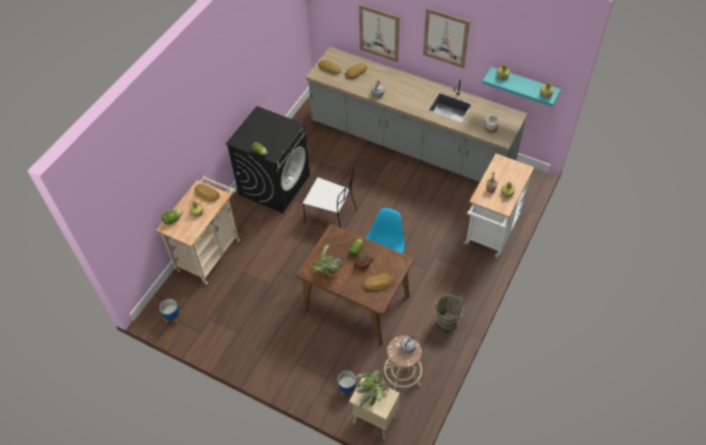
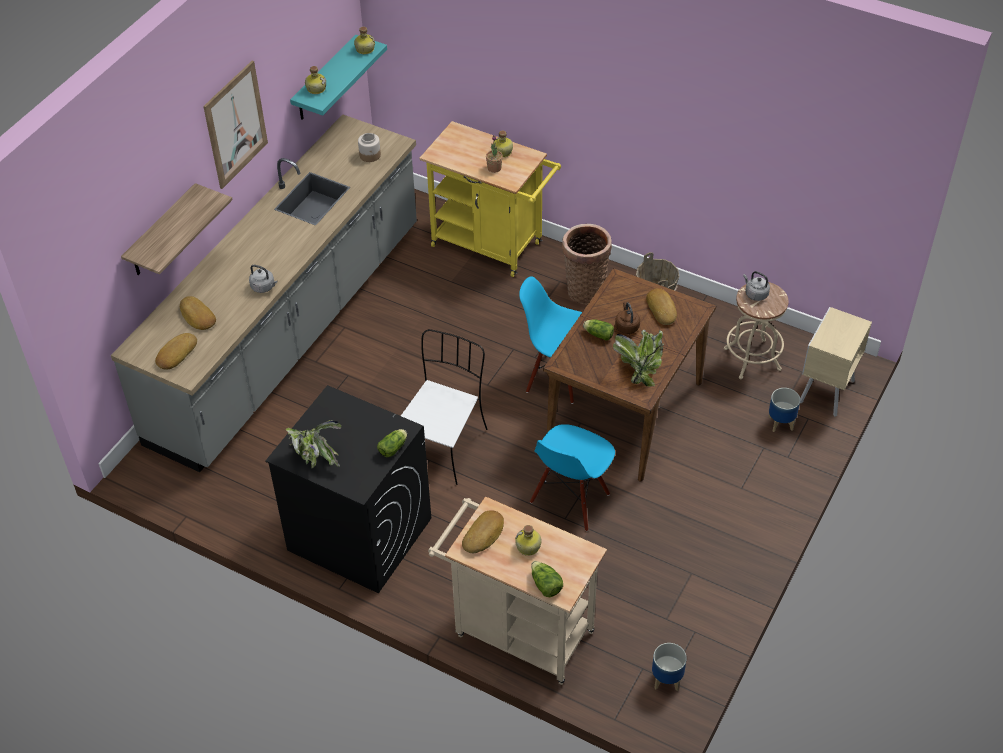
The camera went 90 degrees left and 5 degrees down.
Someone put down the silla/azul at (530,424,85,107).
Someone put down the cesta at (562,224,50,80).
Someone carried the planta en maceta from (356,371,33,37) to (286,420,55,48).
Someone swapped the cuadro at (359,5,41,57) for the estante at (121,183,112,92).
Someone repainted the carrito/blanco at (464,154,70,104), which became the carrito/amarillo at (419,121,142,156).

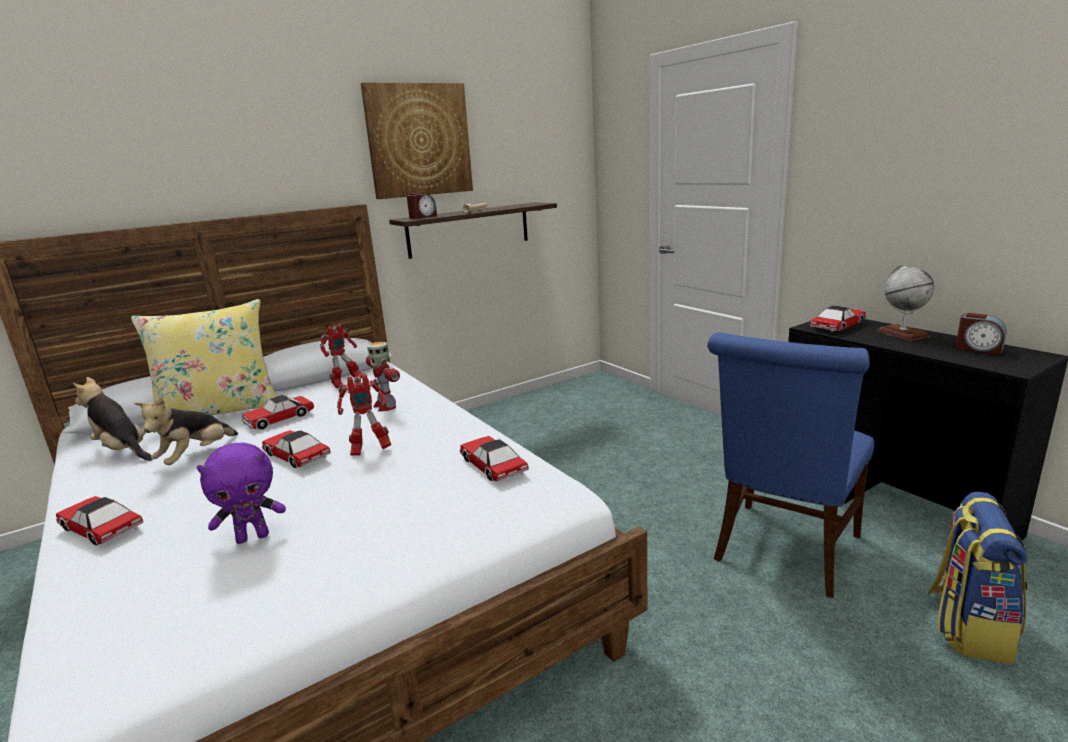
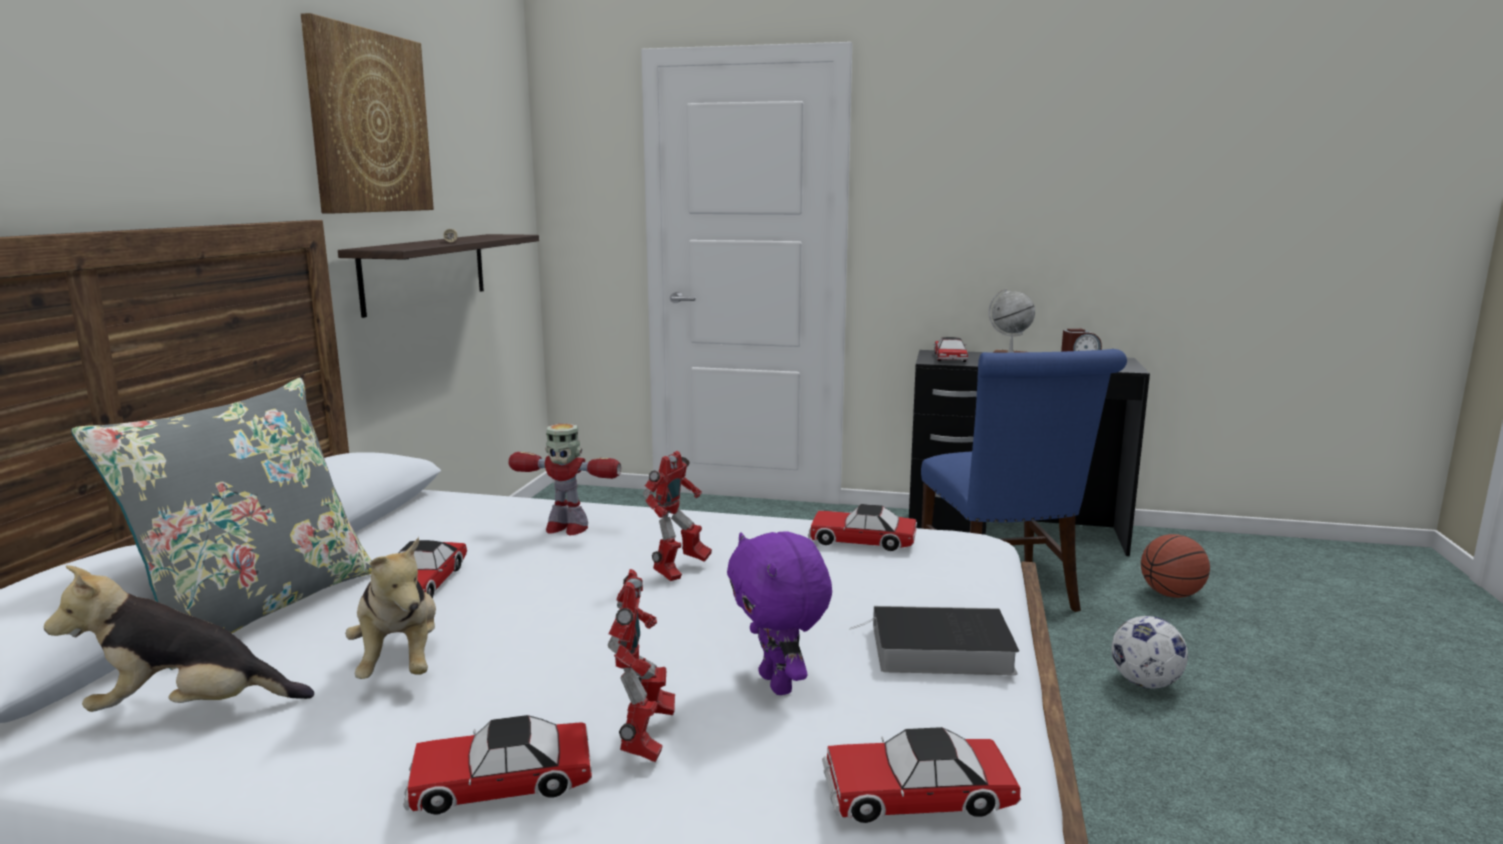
The camera went 45 degrees left and 5 degrees down.
Someone took away the despertador at (407,193,30,26).
Someone put down the libro at (849,606,170,69).
Someone put down the balón de fútbol at (1111,616,77,72).
Someone carried the coche de juguete from (262,430,69,38) to (822,727,199,96).
Someone carried the robot de juguete from (320,324,44,64) to (608,569,67,193).
Someone swapped the mochila at (927,492,101,172) for the balón de baloncesto at (1141,534,69,64).
Someone repainted the cojín/amarillo at (131,299,145,116), which became the cojín/gris at (71,378,301,292).
Someone rotated the peluche/morado at (197,442,89,102) by 135 degrees clockwise.

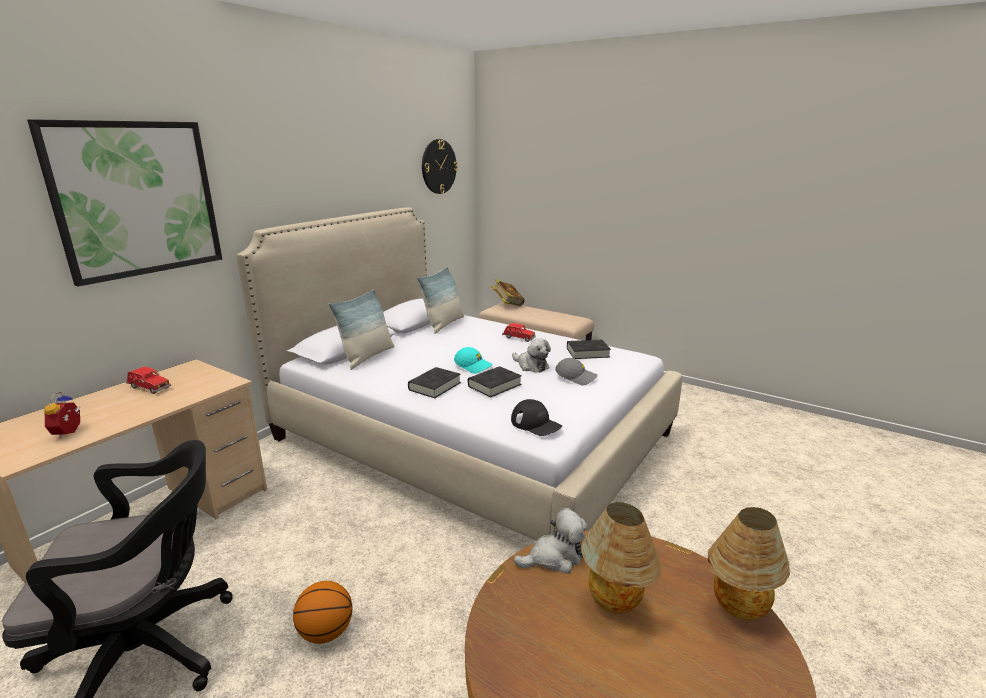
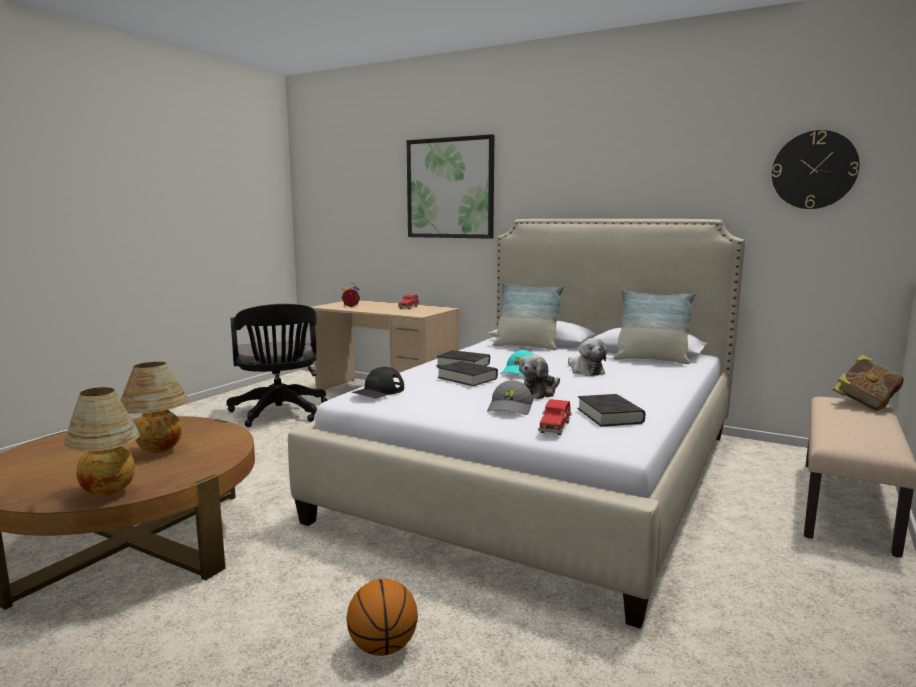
The camera went 85 degrees right and 10 degrees down.
Someone carried the balón de baloncesto from (293,581,59,63) to (347,579,71,77).
Someone carried the coche de juguete/rojo from (502,323,34,19) to (538,399,33,36).
Someone carried the peluche from (513,508,74,66) to (568,338,39,38).

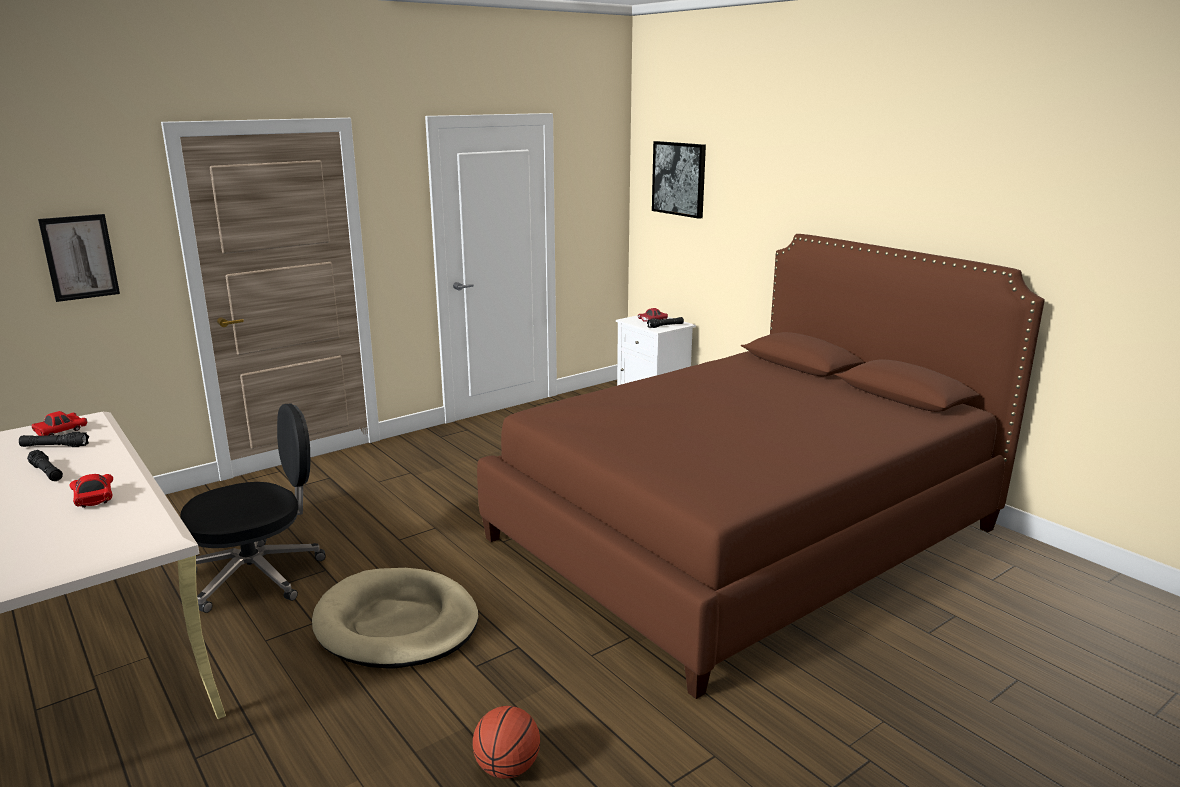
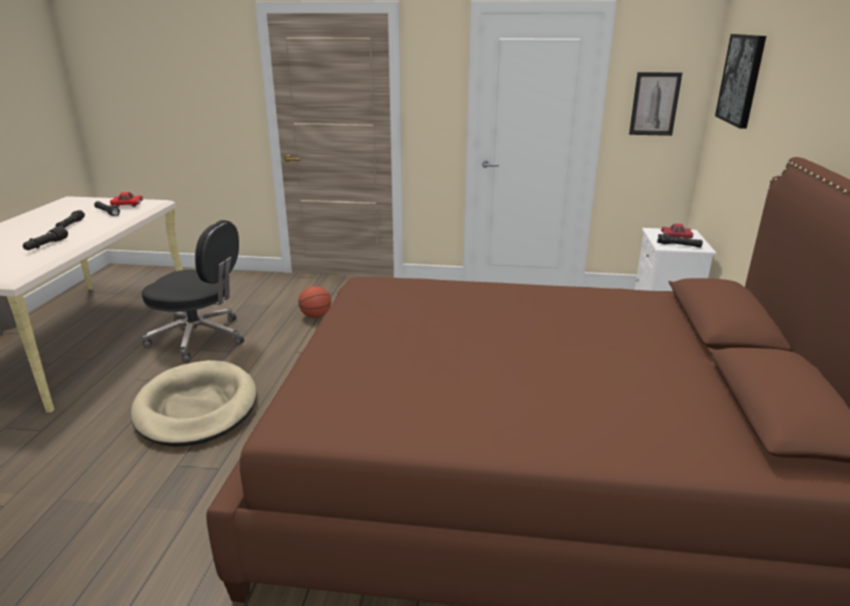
The camera went 45 degrees right and 5 degrees up.
Someone carried the cuadro from (38,214,82,88) to (629,72,53,64).
Someone carried the balón de baloncesto from (472,706,68,73) to (298,285,33,33).
Someone swapped the coche de juguete/rojo at (70,474,43,34) for the linterna/negro at (23,226,45,24).

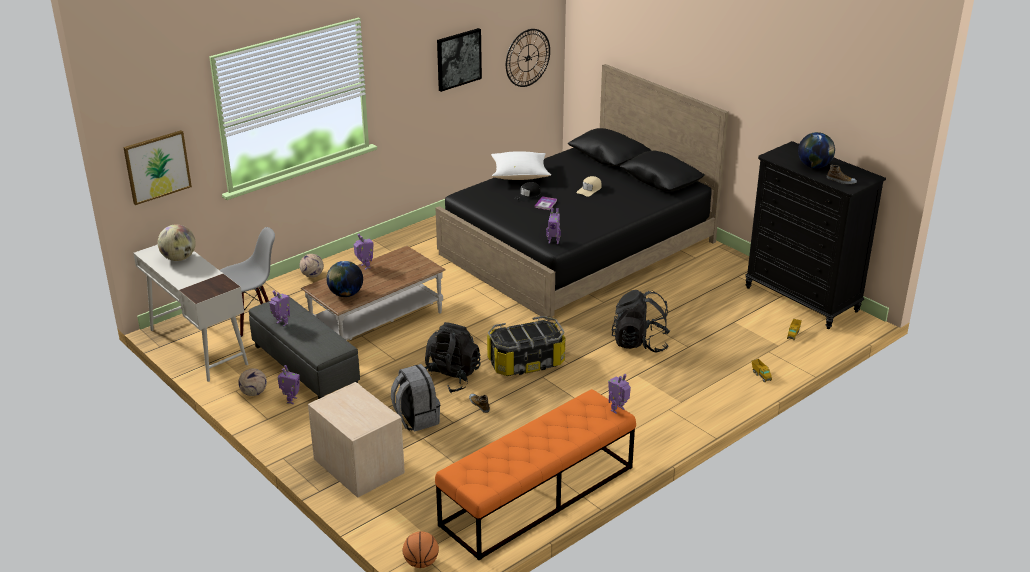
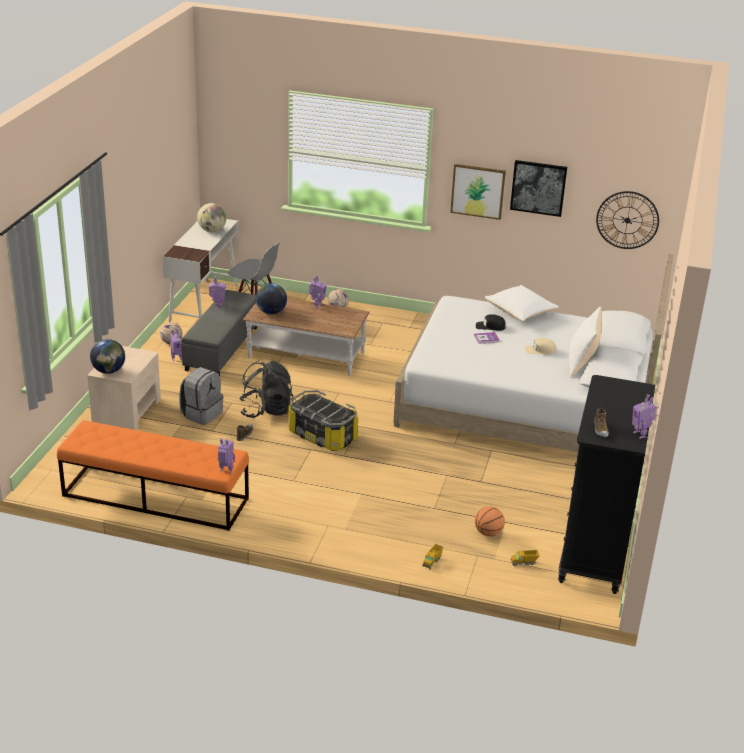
The camera went 55 degrees right and 0 degrees up.
Someone took away the mochila/negro at (612,290,58,62).
Someone put down the cojín/blanco at (569,307,32,71).
Someone carried the cuadro from (123,130,69,75) to (450,164,56,56).
Someone carried the balón de baloncesto from (402,531,37,37) to (475,506,30,30).
Someone carried the robot de juguete from (546,208,15,36) to (632,394,25,45).
Someone carried the globo terráqueo from (798,132,37,36) to (90,339,35,35).
Someone repainted the cama/negro at (436,64,293,257), which became the cama/blanco at (393,254,281,198).

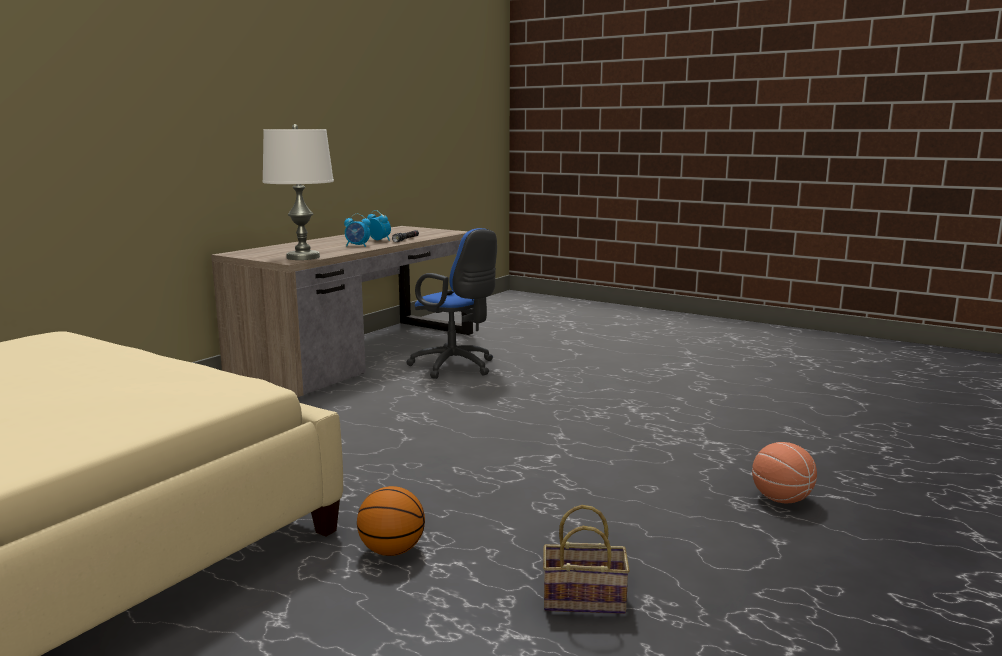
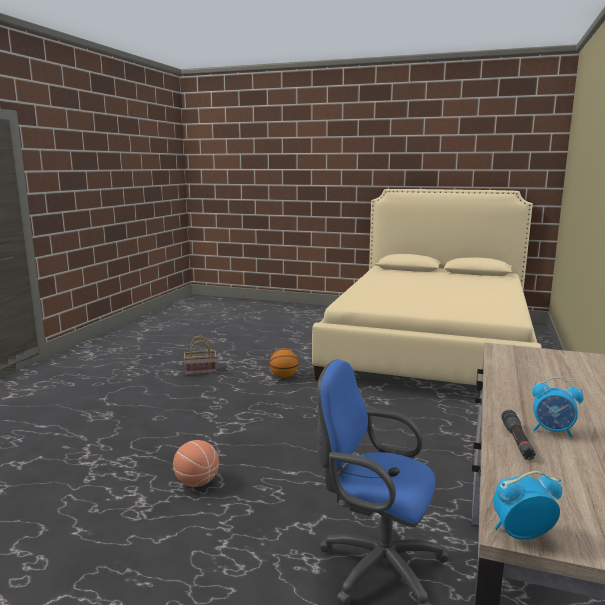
The camera went 165 degrees right and 0 degrees up.
Someone took away the lámpara de mesa/blanco at (263,124,71,136).
Someone carried the despertador from (344,214,27,33) to (493,471,69,69).
Someone carried the balón de baloncesto from (752,442,65,61) to (173,440,46,47).

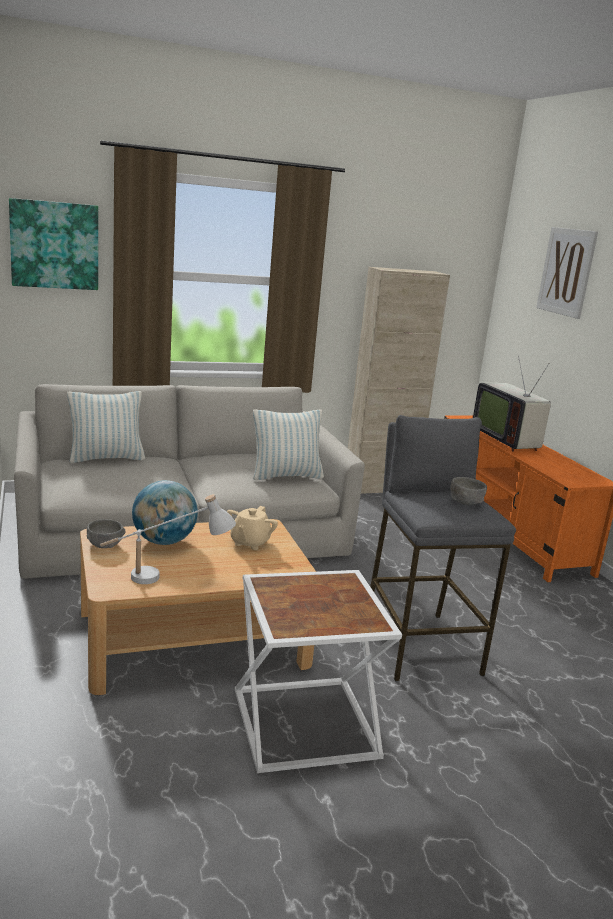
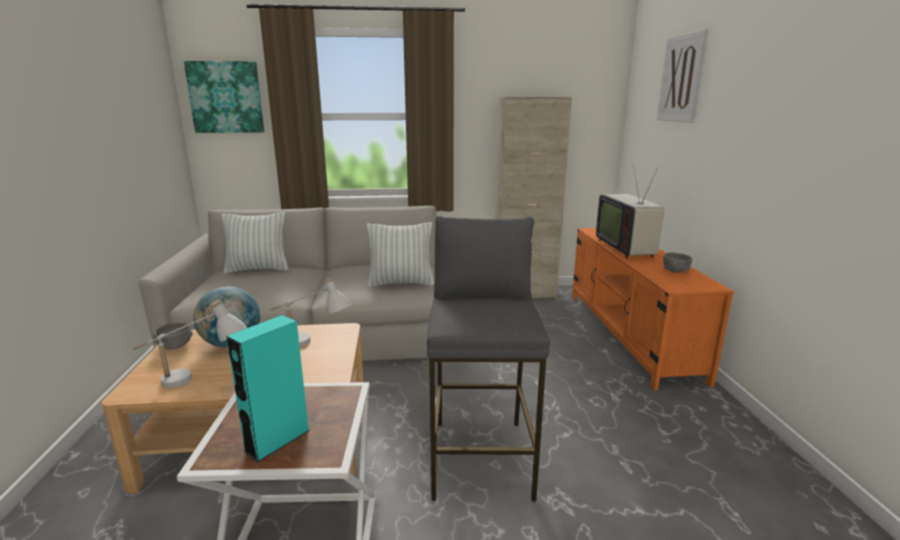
The camera went 15 degrees right and 0 degrees up.
Someone put down the altavoz/turquesa at (226,315,84,148).
Someone carried the cuenco/gris from (450,477,37,28) to (663,253,29,20).
Someone swapped the tetera/beis at (227,506,51,44) for the lámpara de mesa/blanco at (270,277,82,70).

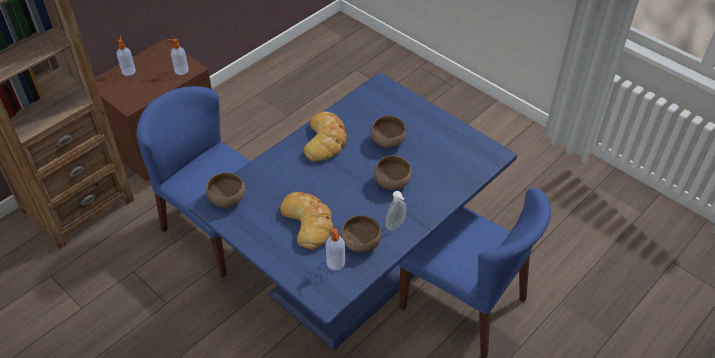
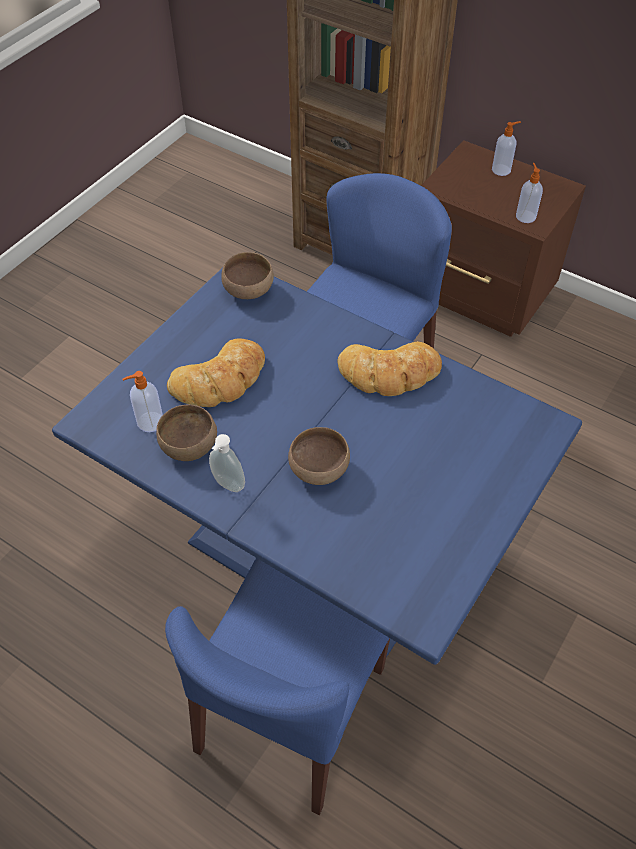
The camera went 80 degrees right and 5 degrees up.
Someone took away the cuenco/marrón at (371,116,35,32).

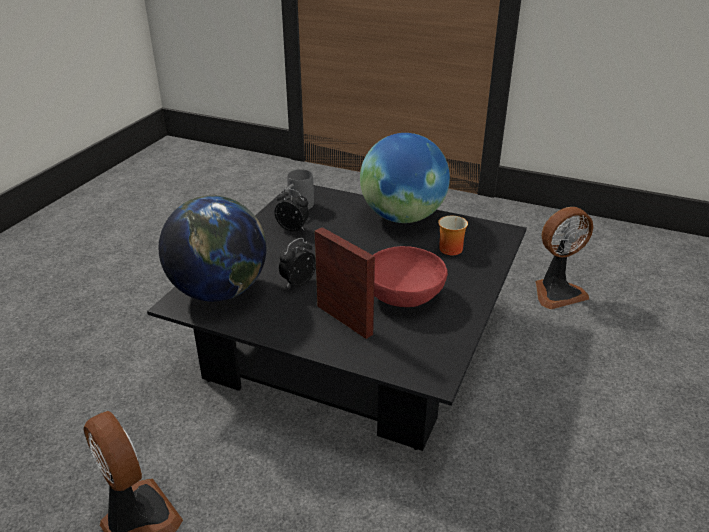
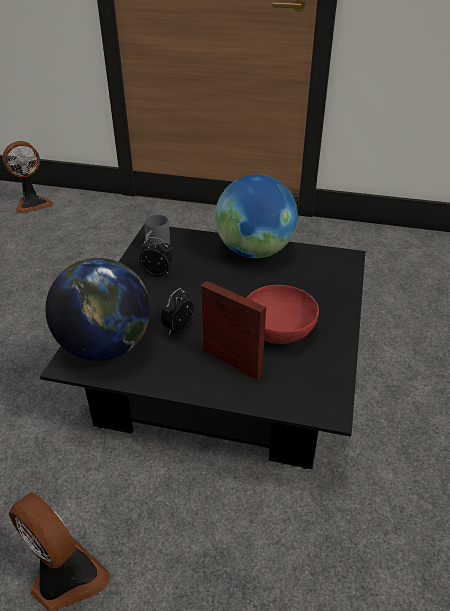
The camera went 10 degrees left and 5 degrees up.
Someone took away the taza grande at (438,216,30,39).
Someone carried the ventilador from (536,207,57,102) to (3,141,50,73).

